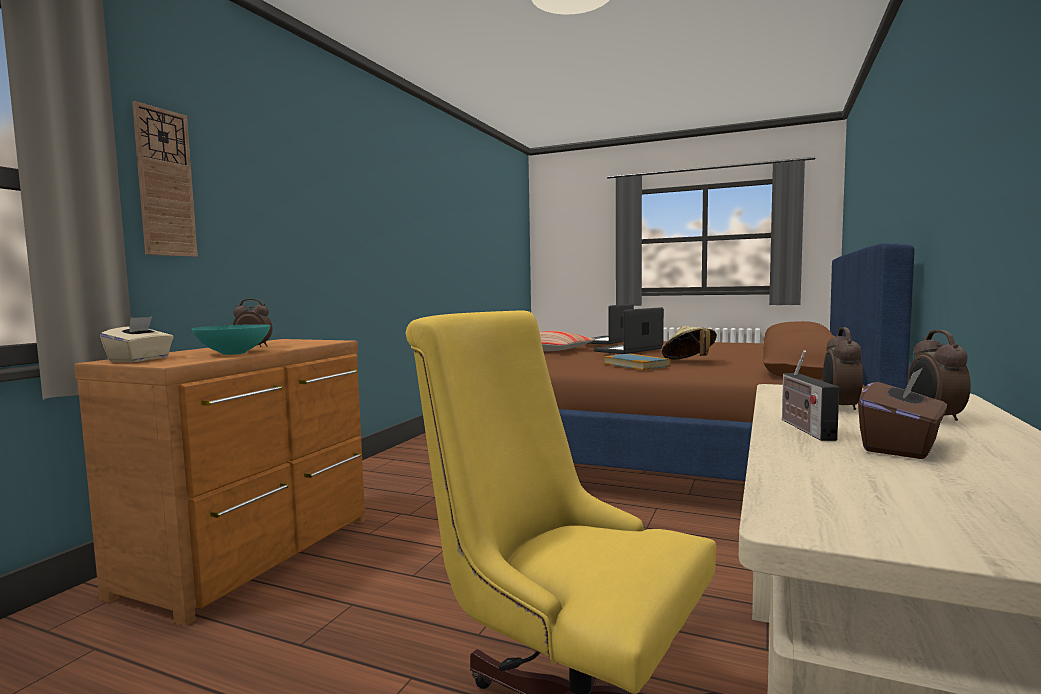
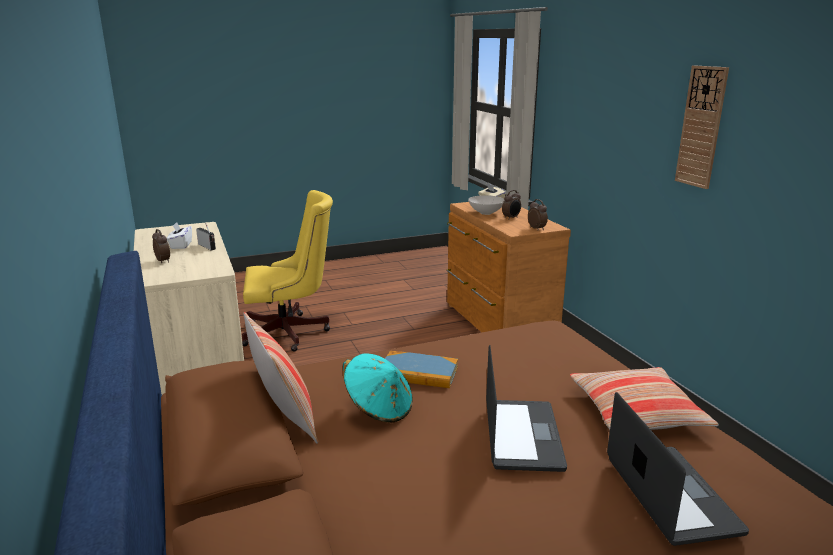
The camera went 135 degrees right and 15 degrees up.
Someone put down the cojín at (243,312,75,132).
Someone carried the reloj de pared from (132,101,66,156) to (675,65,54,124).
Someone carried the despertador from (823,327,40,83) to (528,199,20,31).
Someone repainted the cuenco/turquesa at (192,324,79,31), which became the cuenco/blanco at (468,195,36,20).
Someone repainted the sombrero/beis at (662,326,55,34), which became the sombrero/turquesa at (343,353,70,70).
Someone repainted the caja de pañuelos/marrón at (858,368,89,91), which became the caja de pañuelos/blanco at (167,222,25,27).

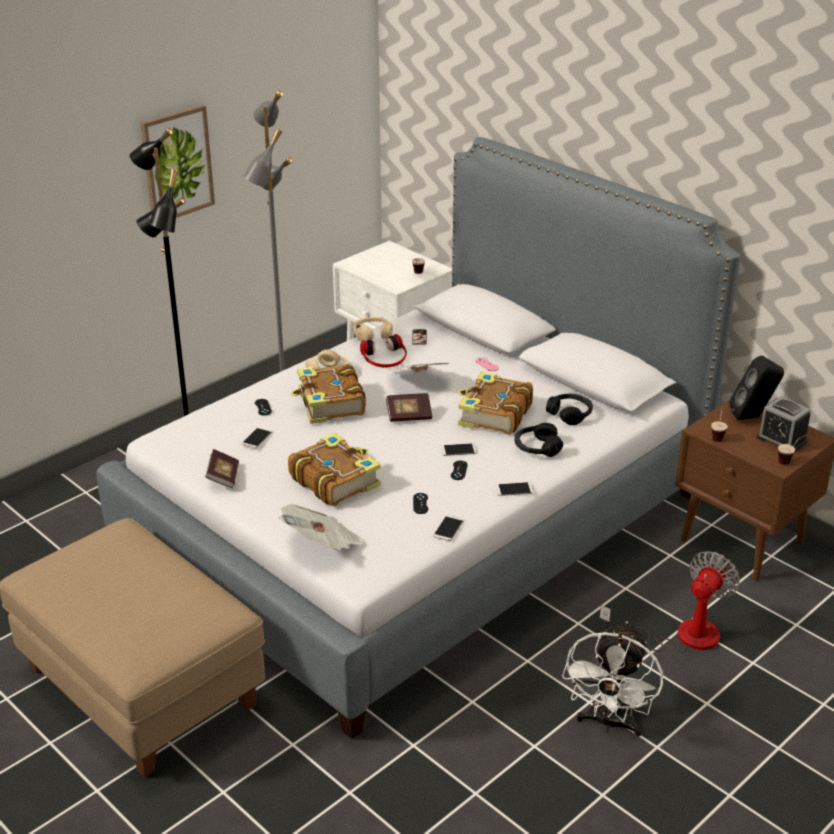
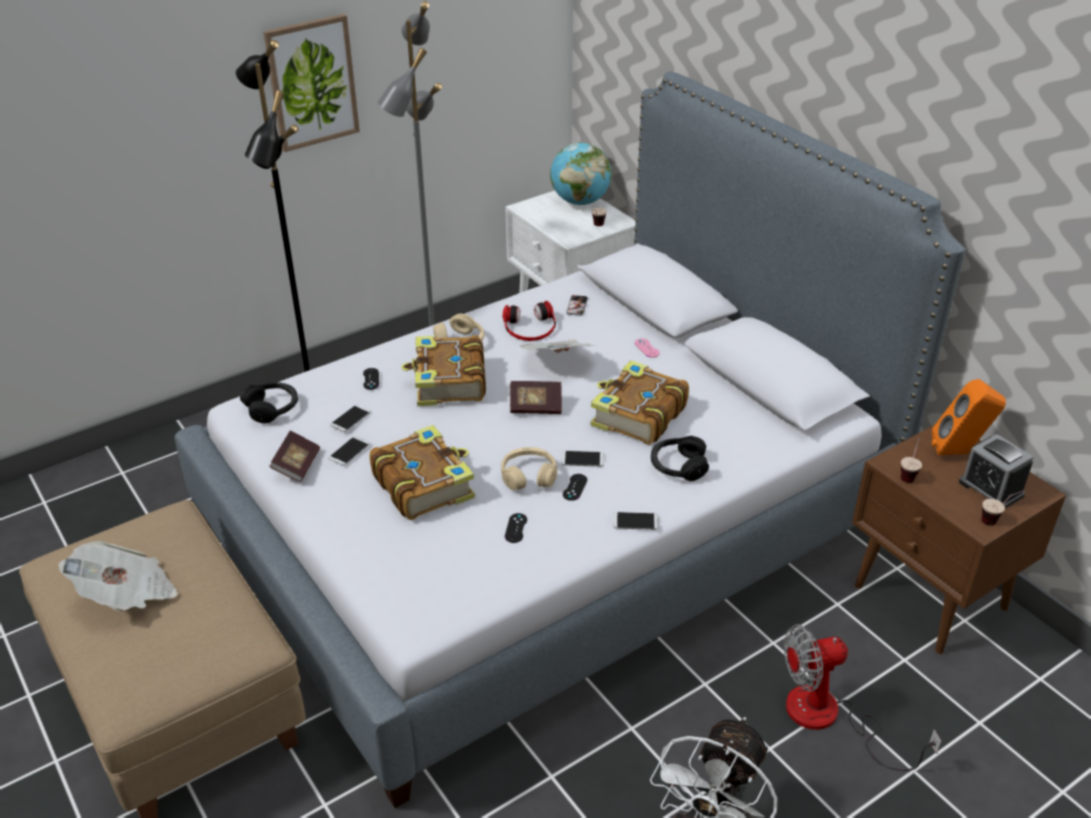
The camera went 10 degrees right and 5 degrees up.
Someone put down the globo terráqueo at (550,142,62,63).
Someone carried the periódico from (279,504,86,46) to (58,541,120,70).
Someone carried the auriculares/beis from (353,316,40,25) to (501,447,56,43).
Someone carried the móvil from (433,515,31,26) to (329,436,41,30).
Someone carried the auriculares/negro from (546,394,47,31) to (240,383,58,40).
Someone repainted the altavoz/negro at (730,356,54,64), which became the altavoz/naranja at (932,379,74,77).
Someone rotated the ventilador at (599,551,141,102) by 150 degrees counterclockwise.

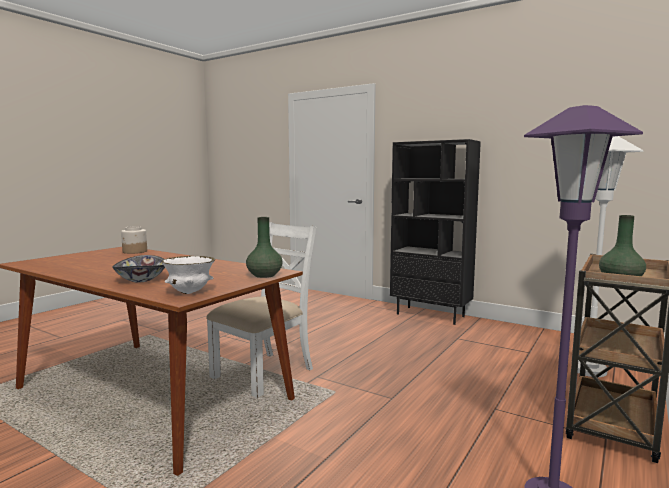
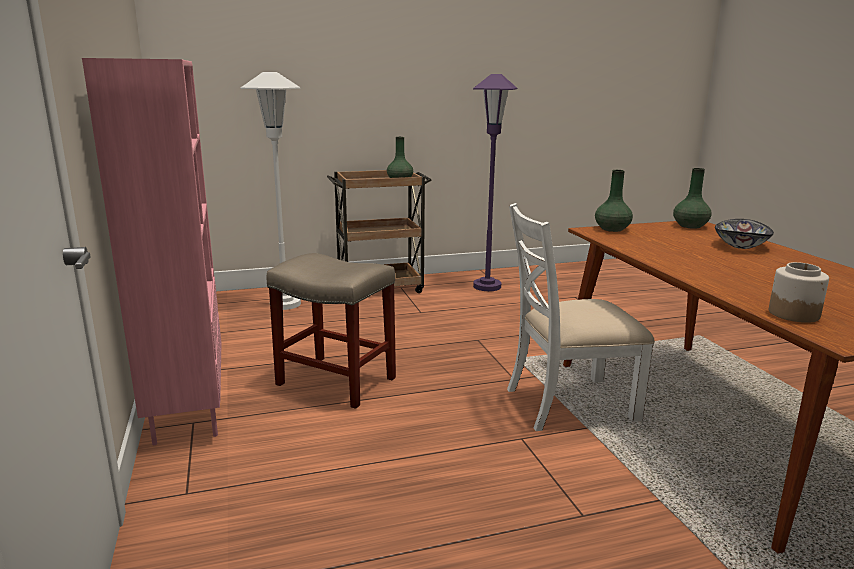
The camera went 140 degrees left and 10 degrees up.
Someone put down the taburete/beis at (266,253,130,156).
Someone swapped the cuenco/blanco at (162,256,53,38) for the florero/verde at (673,168,39,61).
Someone repainted the estantería/negro at (390,139,91,186), which became the estantería/rosa at (82,58,139,387).

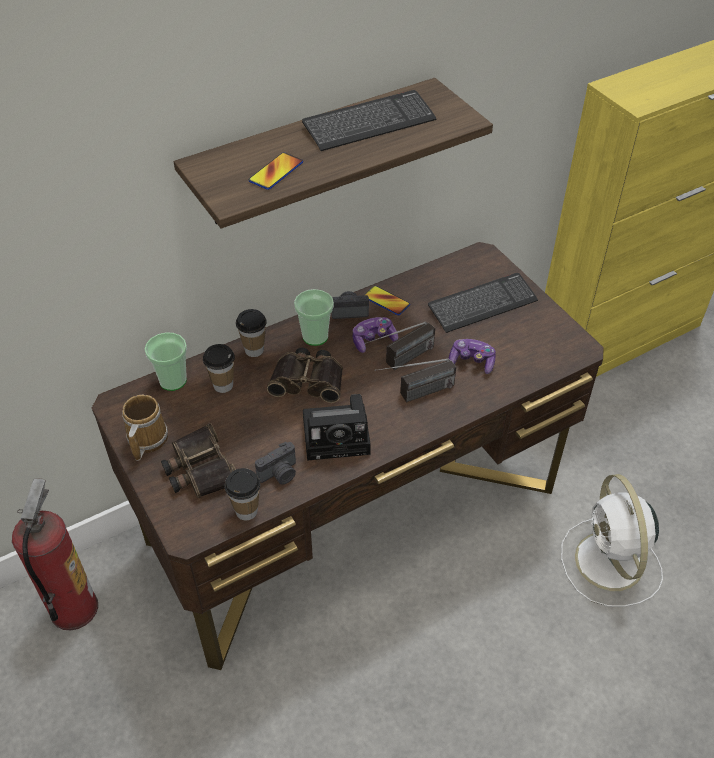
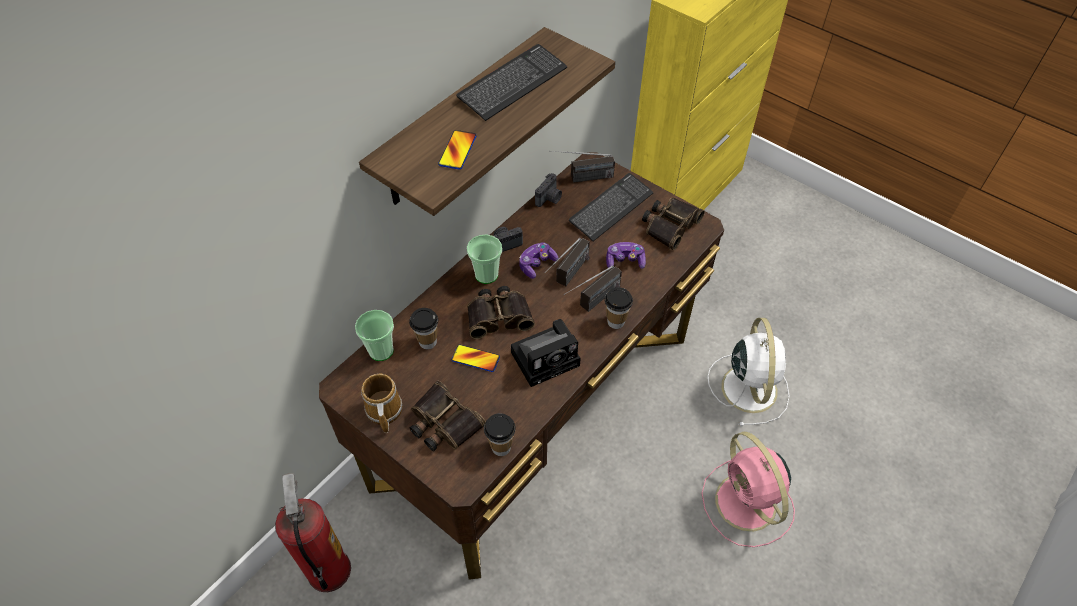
The camera went 20 degrees left and 5 degrees up.
Someone put down the radio at (549,151,66,32).
Someone put down the prismáticos at (642,197,63,53).
Someone put down the ventilador/rosa at (702,432,93,115).
Someone carried the taza from (236,309,31,48) to (605,287,28,42).
Someone carried the cámara from (255,442,41,43) to (535,173,27,34).
Someone carried the móvil from (364,286,46,29) to (451,345,49,27).
Someone rotated the ventilador/blanco at (561,474,102,133) by 150 degrees counterclockwise.

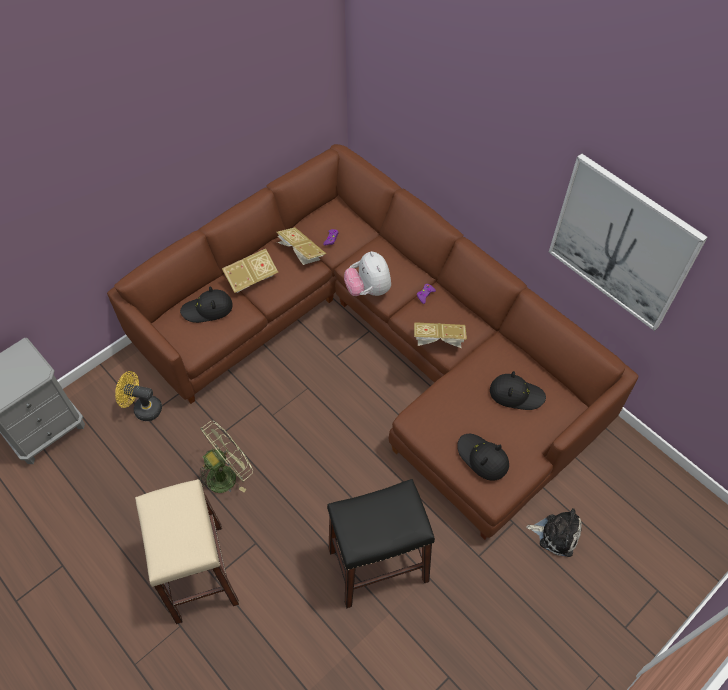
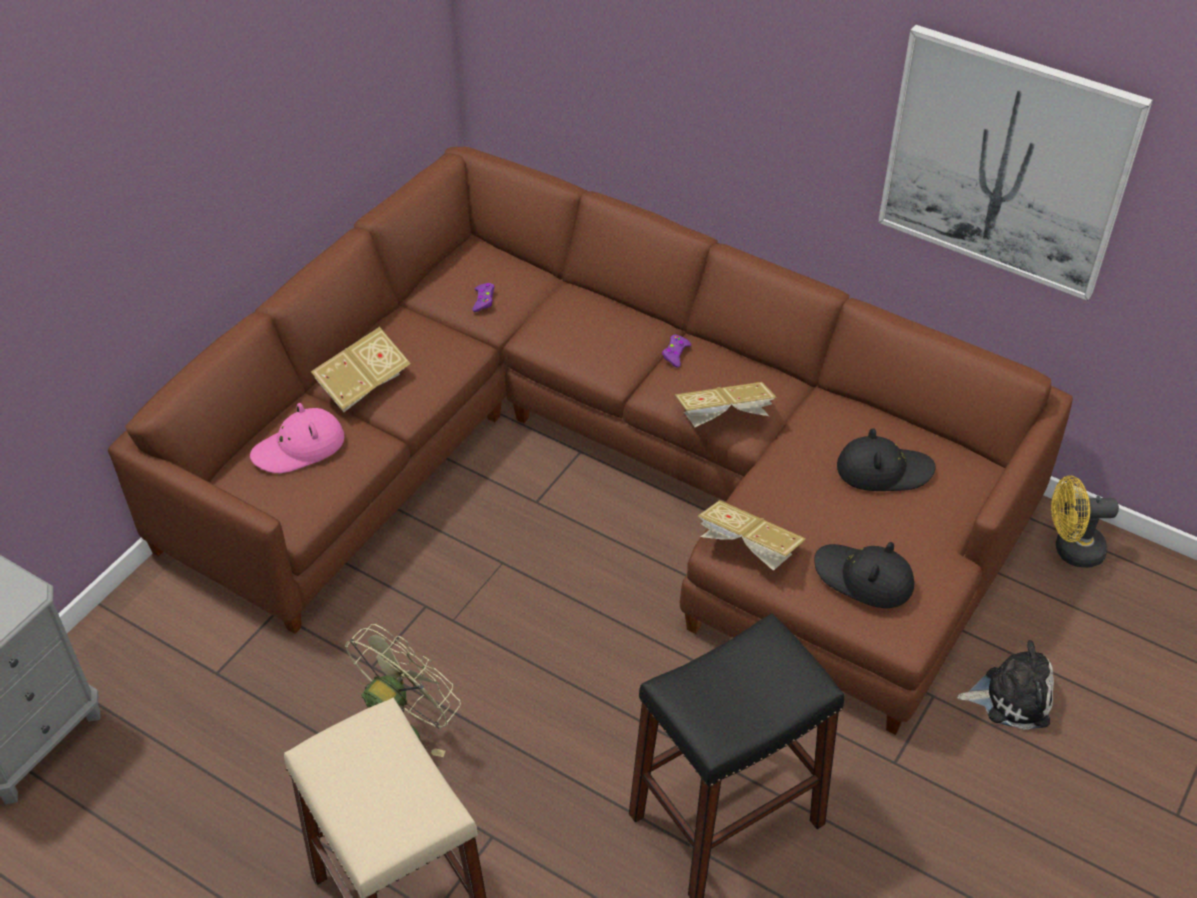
The camera went 15 degrees left and 10 degrees down.
Someone took away the peluche at (344,251,47,45).
Someone carried the ventilador/amarillo from (115,371,47,50) to (1051,475,68,93).
Someone carried the libro from (277,227,49,38) to (698,500,108,71).
Someone repainted the sombrero/negro at (180,287,53,36), which became the sombrero/rosa at (250,403,94,70).

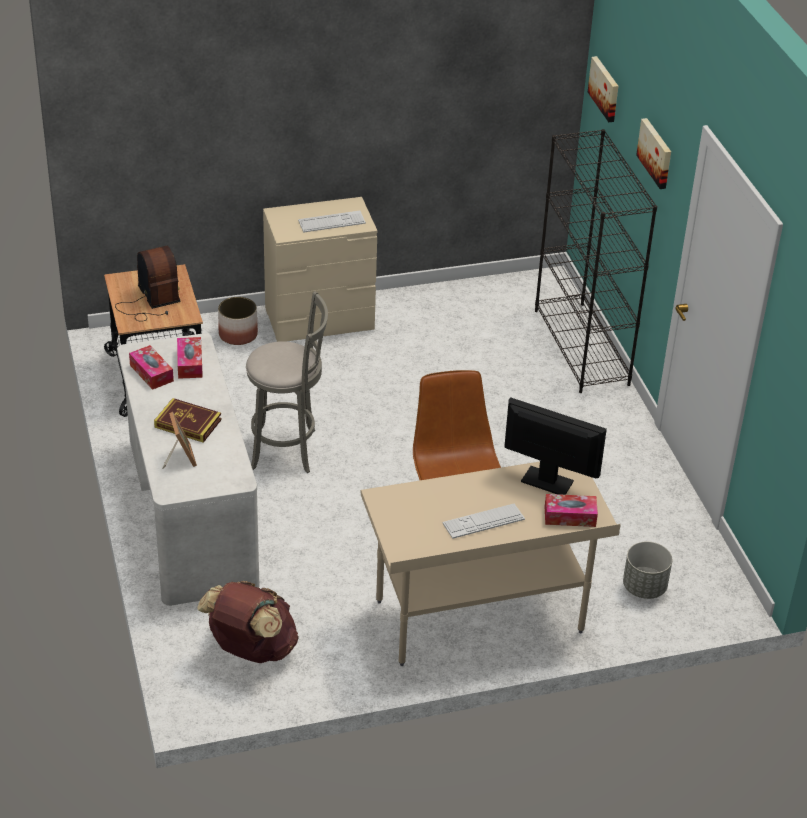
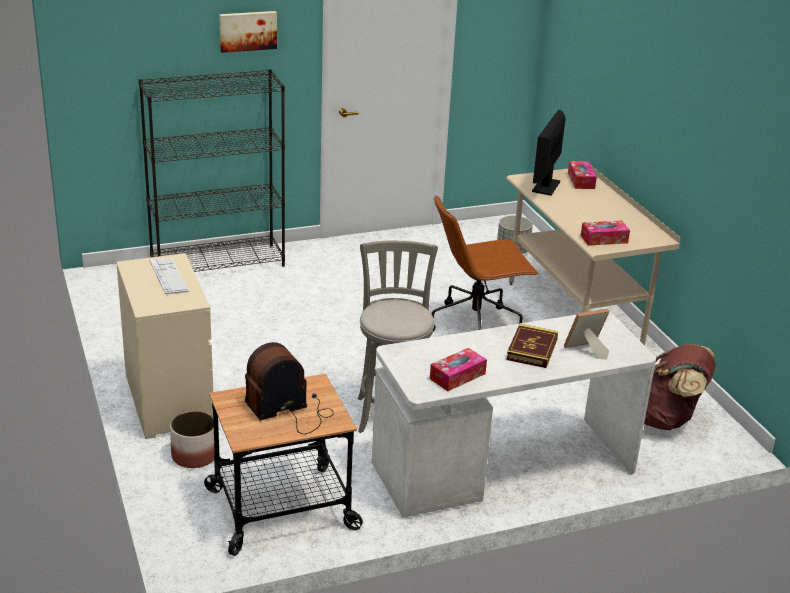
The camera went 95 degrees left and 10 degrees down.
Someone took away the teclado at (442,504,83,35).
Someone took away the cuadro at (588,56,30,66).
Someone carried the caja de pañuelos from (177,337,26,42) to (581,221,49,25).

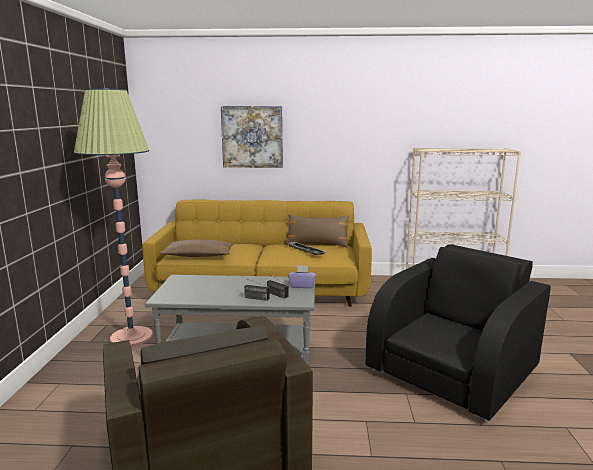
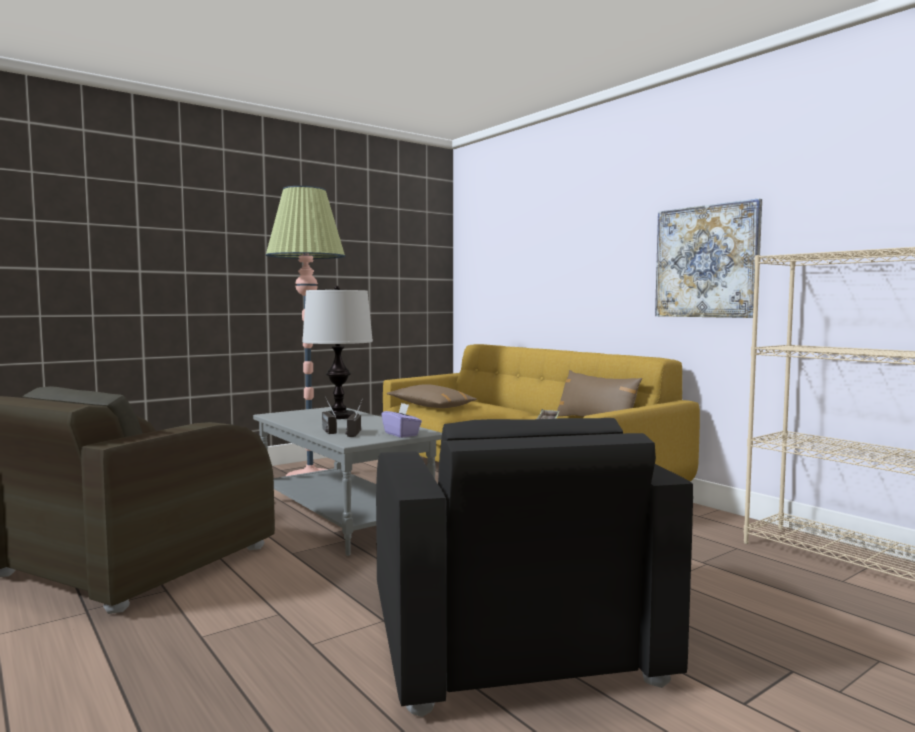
The camera went 50 degrees right and 10 degrees down.
Someone put down the lámpara de mesa at (302,286,71,133).
Someone carried the cuadro from (221,106,62,62) to (655,198,107,120).
Someone rotated the sillón/negro at (365,244,186,178) by 75 degrees clockwise.

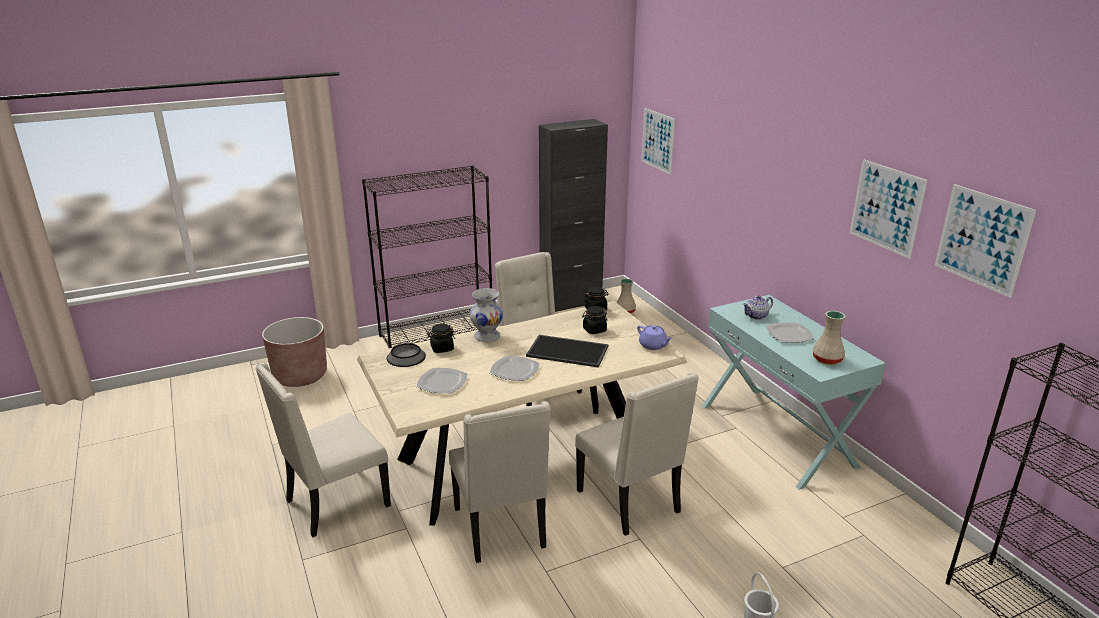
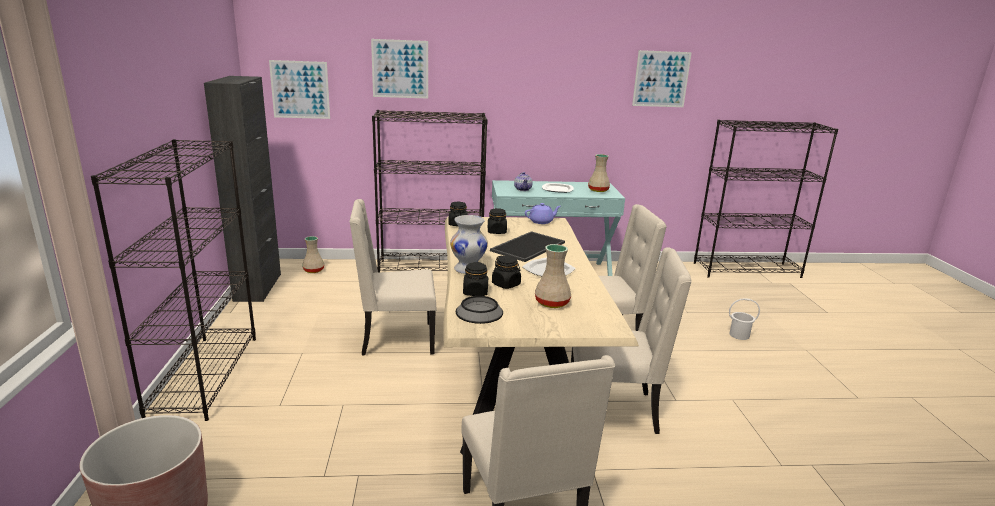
The camera went 70 degrees left and 5 degrees down.
Someone put down the estantería/negro at (372,110,116,162).
Someone put down the tarro/negro at (492,255,29,34).
Someone carried the cuadro from (850,159,77,100) to (371,39,57,60).
Someone swapped the plato at (416,368,51,25) for the florero/beis at (535,244,36,64).

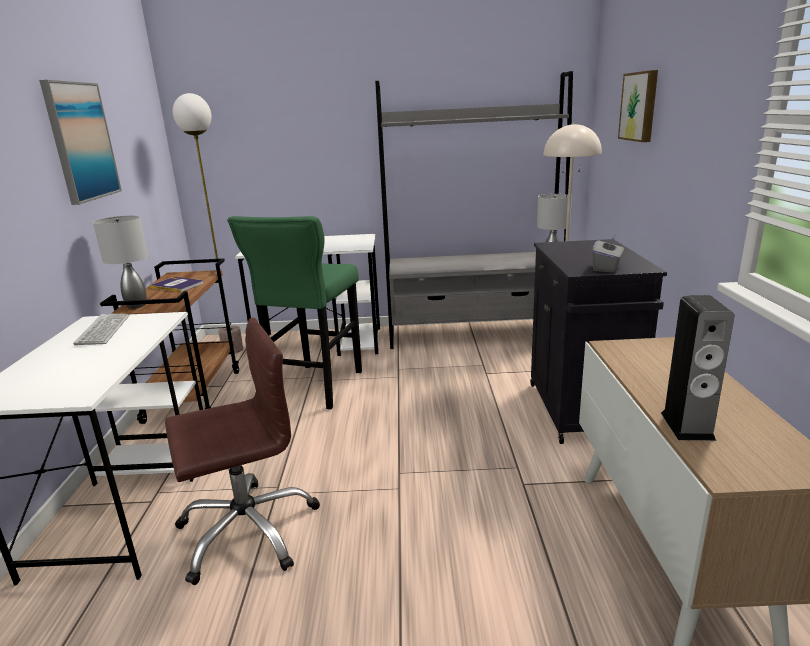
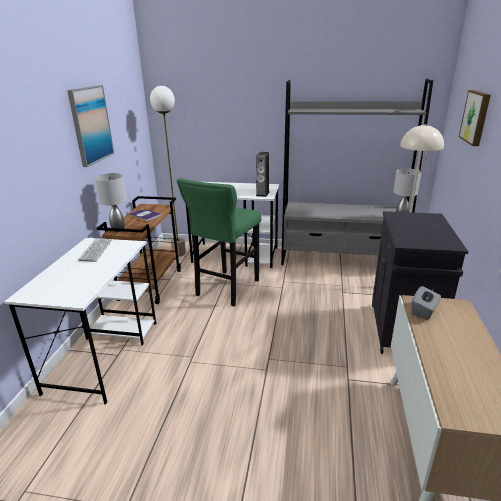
The camera went 10 degrees right and 5 degrees up.
Someone took away the silla de oficina/marrón at (165,317,155,268).
Someone carried the caja de pañuelos/gris from (592,236,32,36) to (411,286,30,33).
Someone carried the altavoz from (661,295,73,146) to (256,152,14,45).

